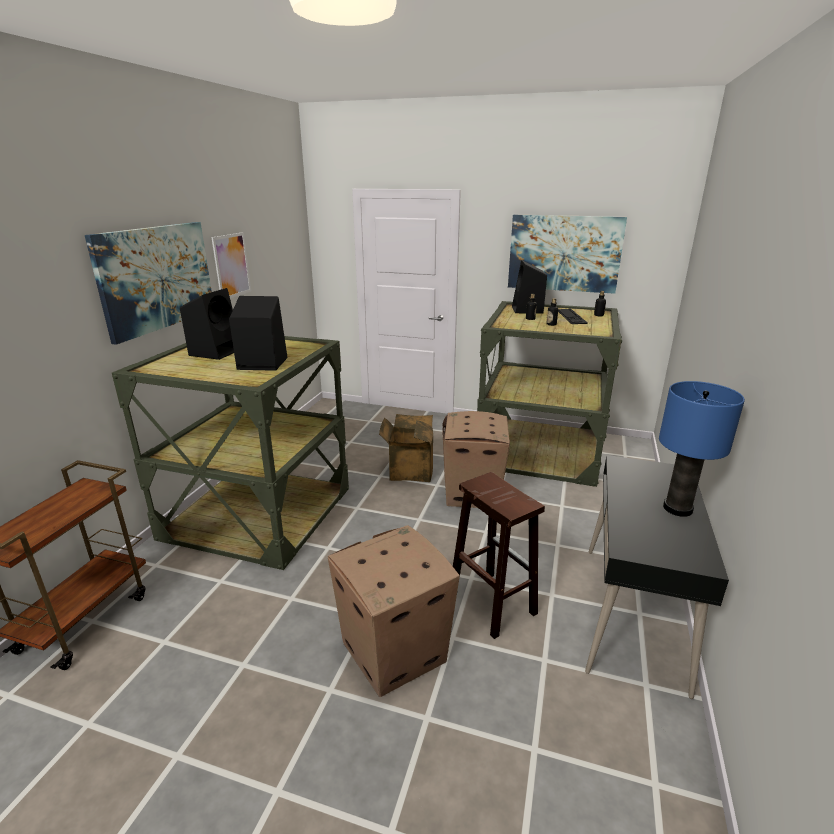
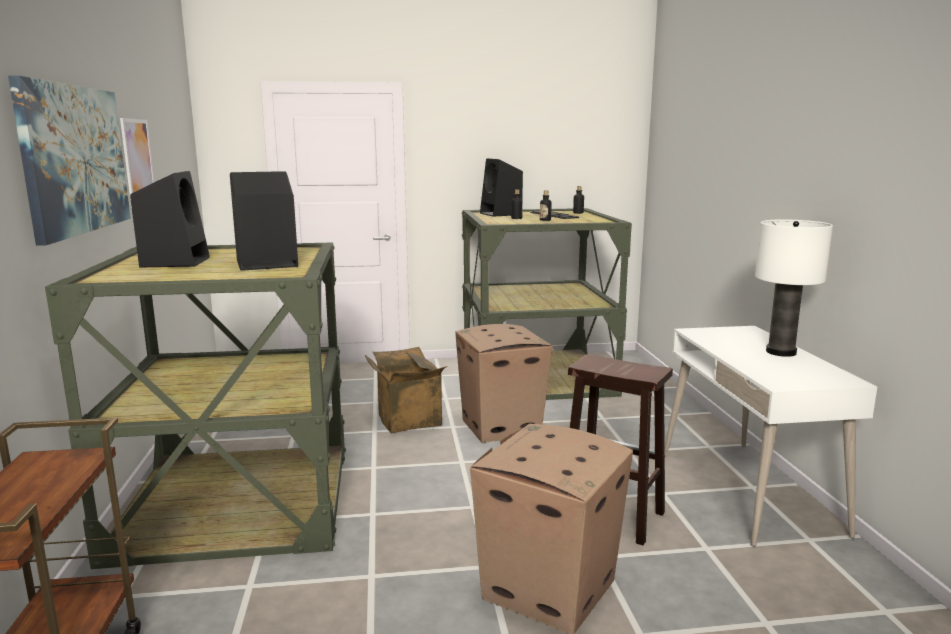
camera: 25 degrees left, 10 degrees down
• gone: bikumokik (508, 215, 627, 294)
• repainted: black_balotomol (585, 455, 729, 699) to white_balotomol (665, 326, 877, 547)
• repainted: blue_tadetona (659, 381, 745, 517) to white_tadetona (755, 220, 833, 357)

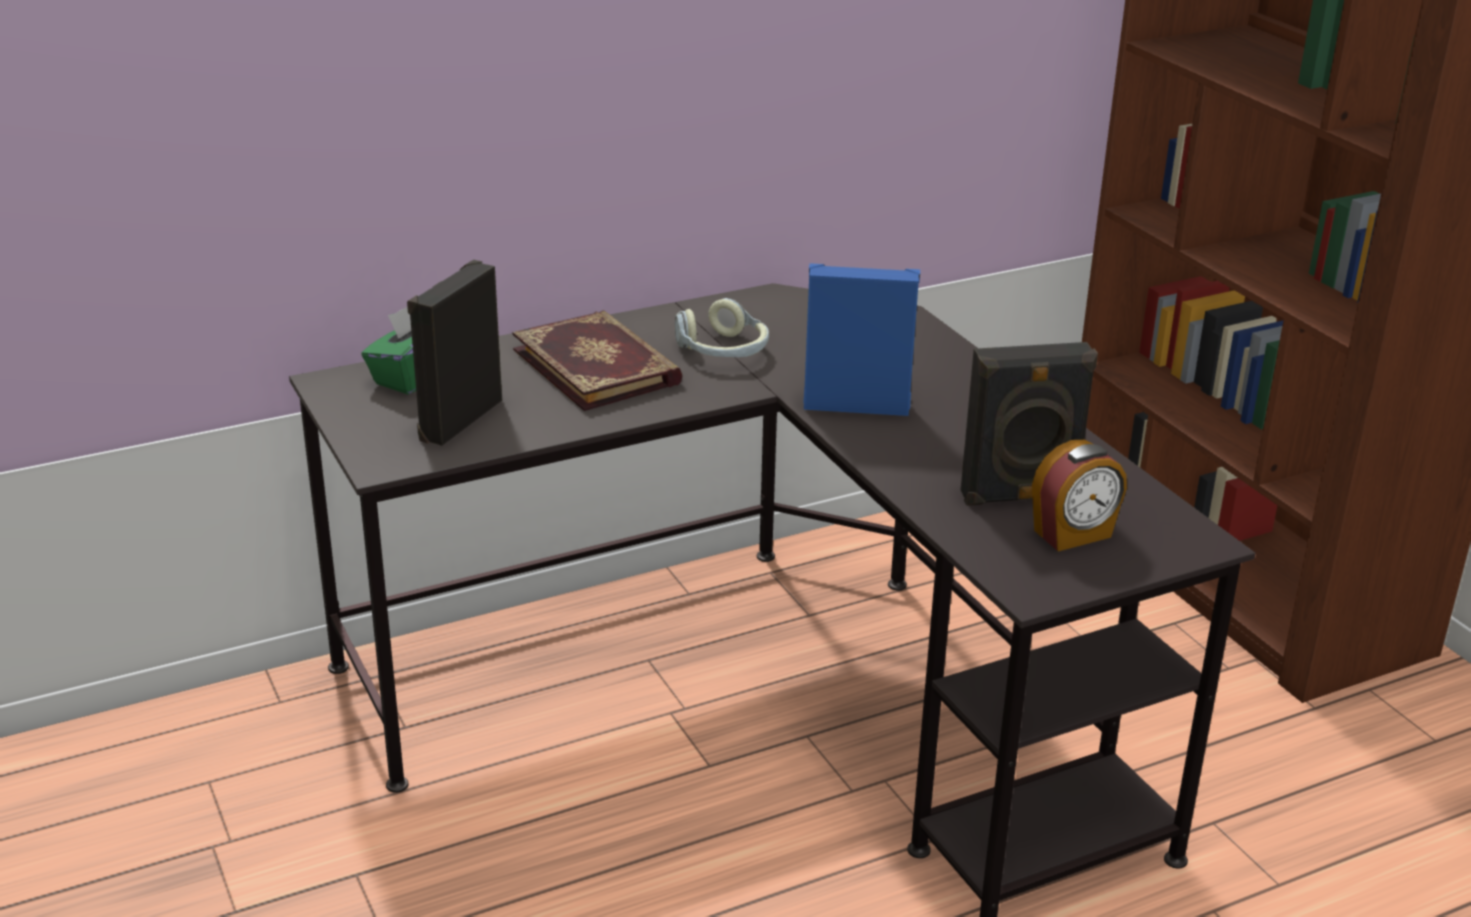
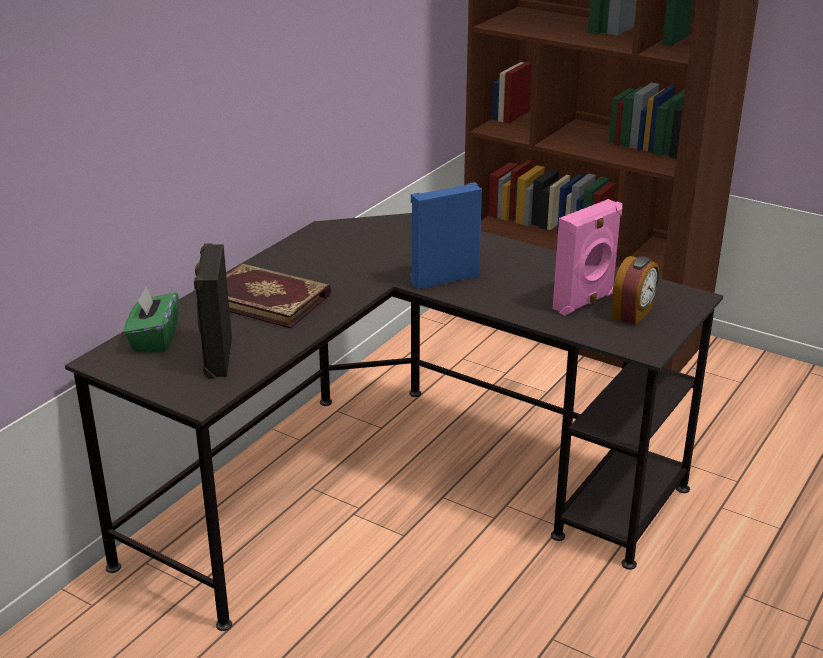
camera: 30 degrees left, 0 degrees up
• gone: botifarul (675, 298, 769, 357)
• repainted: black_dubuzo (960, 342, 1098, 506) to pink_dubuzo (553, 199, 622, 316)

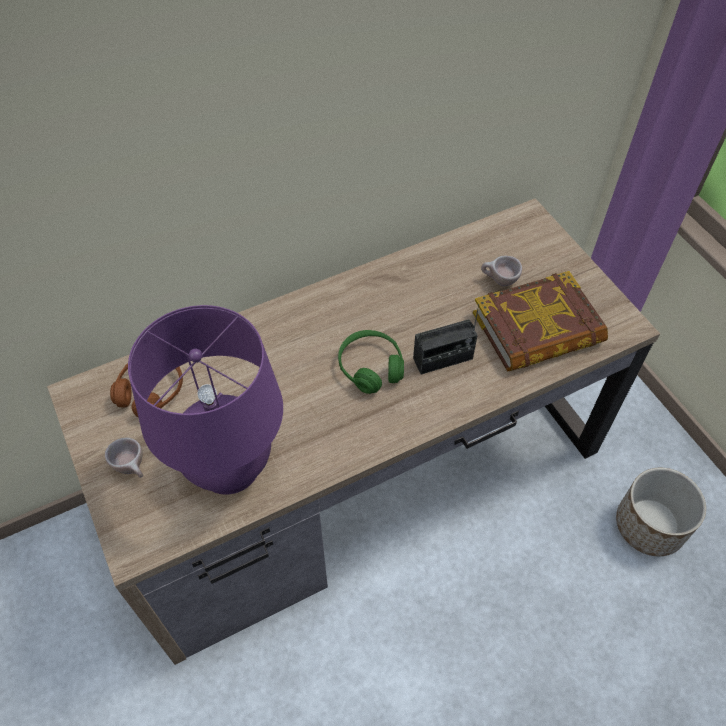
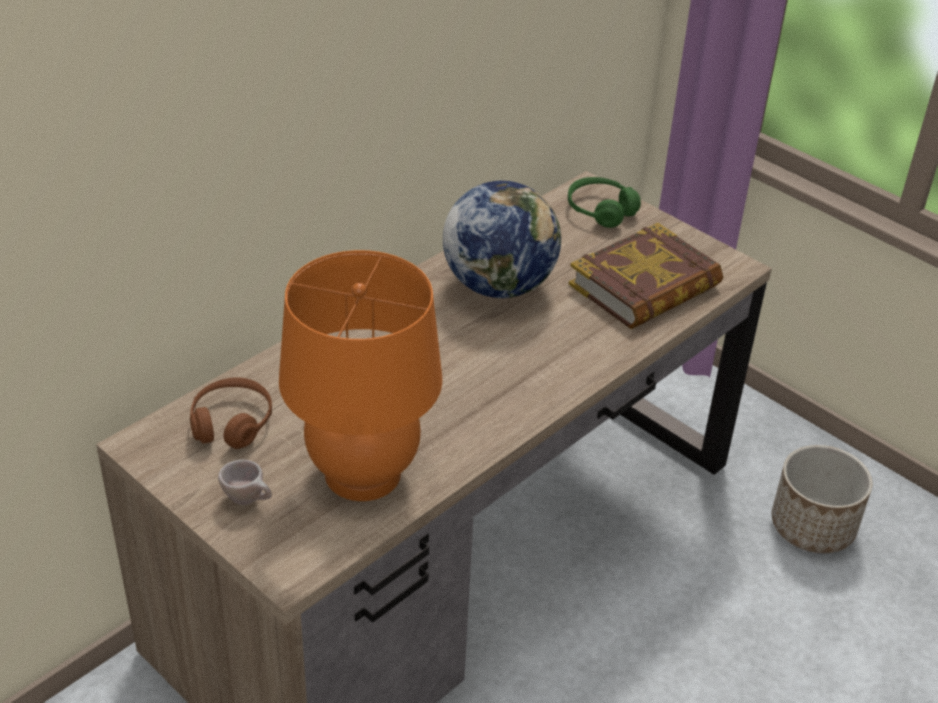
camera: 20 degrees left, 15 degrees down
• repainted: purple_tadetona (128, 305, 283, 495) to orange_tadetona (279, 250, 442, 501)
• shifted: green_botifarul (338, 330, 404, 394) to (568, 177, 641, 228)
• gone: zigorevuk (413, 304, 479, 375)
• gone: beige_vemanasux (481, 256, 522, 286)
• new: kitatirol (443, 181, 561, 298)

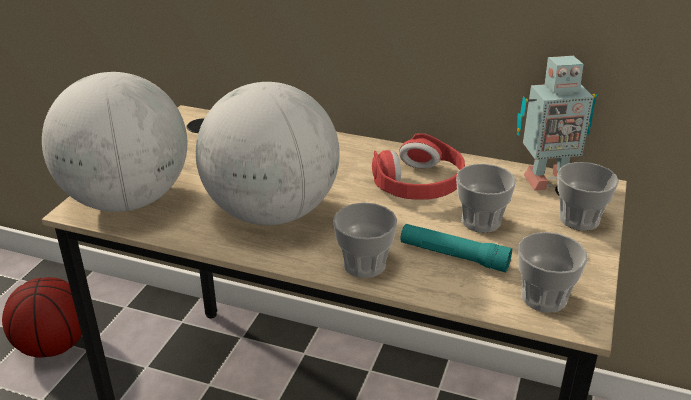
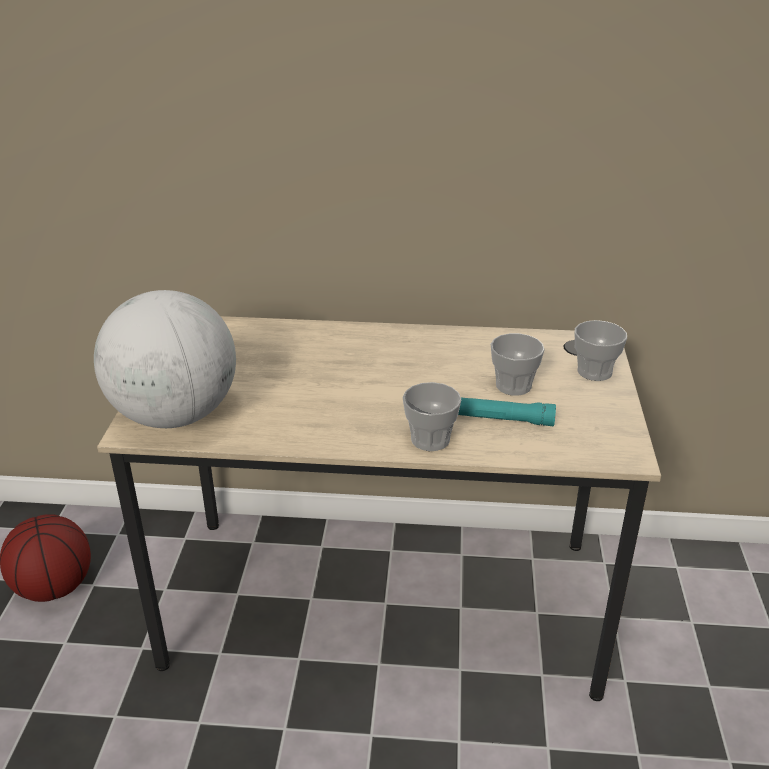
camera: 15 degrees left, 0 degrees up
• gone: kitatirol (196, 82, 340, 225)
• gone: red_botifarul (372, 133, 465, 200)
• gone: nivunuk (517, 56, 597, 191)
• gone: vemanasux (518, 232, 588, 313)

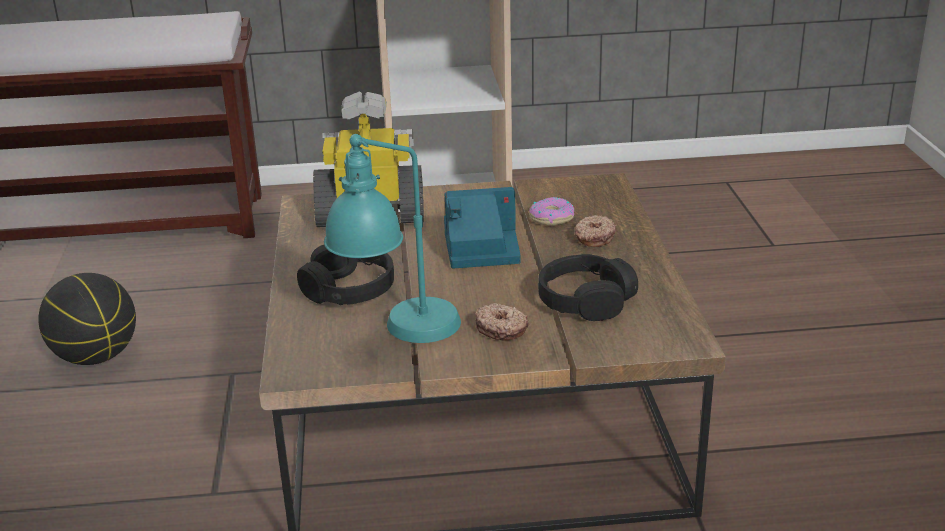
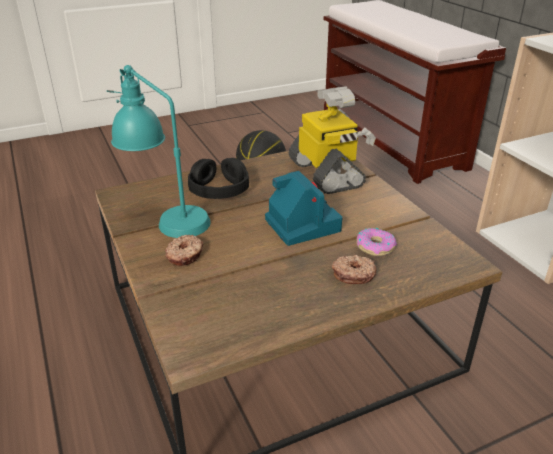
camera: 70 degrees right, 5 degrees up
• gone: black_botifarul (538, 254, 638, 321)

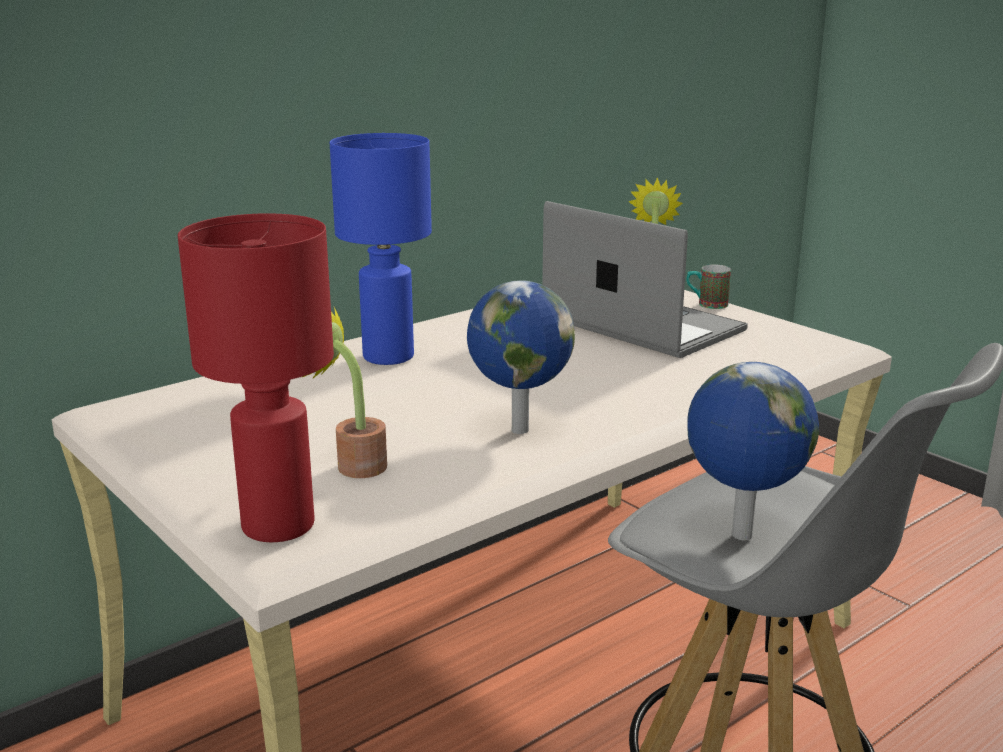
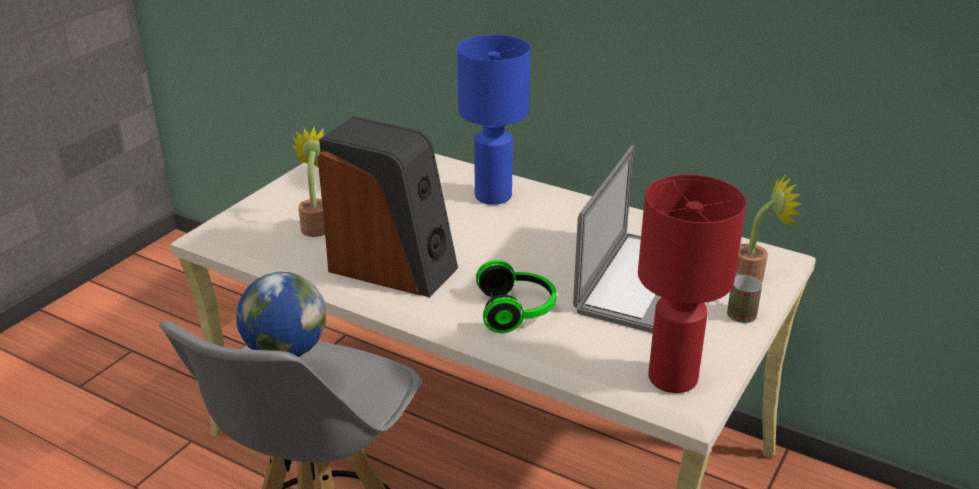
camera: 70 degrees right, 10 degrees up
• shifted: red_tadetona (178, 213, 334, 542) to (638, 174, 746, 393)
• swapped: kitatirol (467, 280, 575, 434) to dubuzo (318, 116, 458, 298)
• new: botifarul (476, 260, 557, 333)

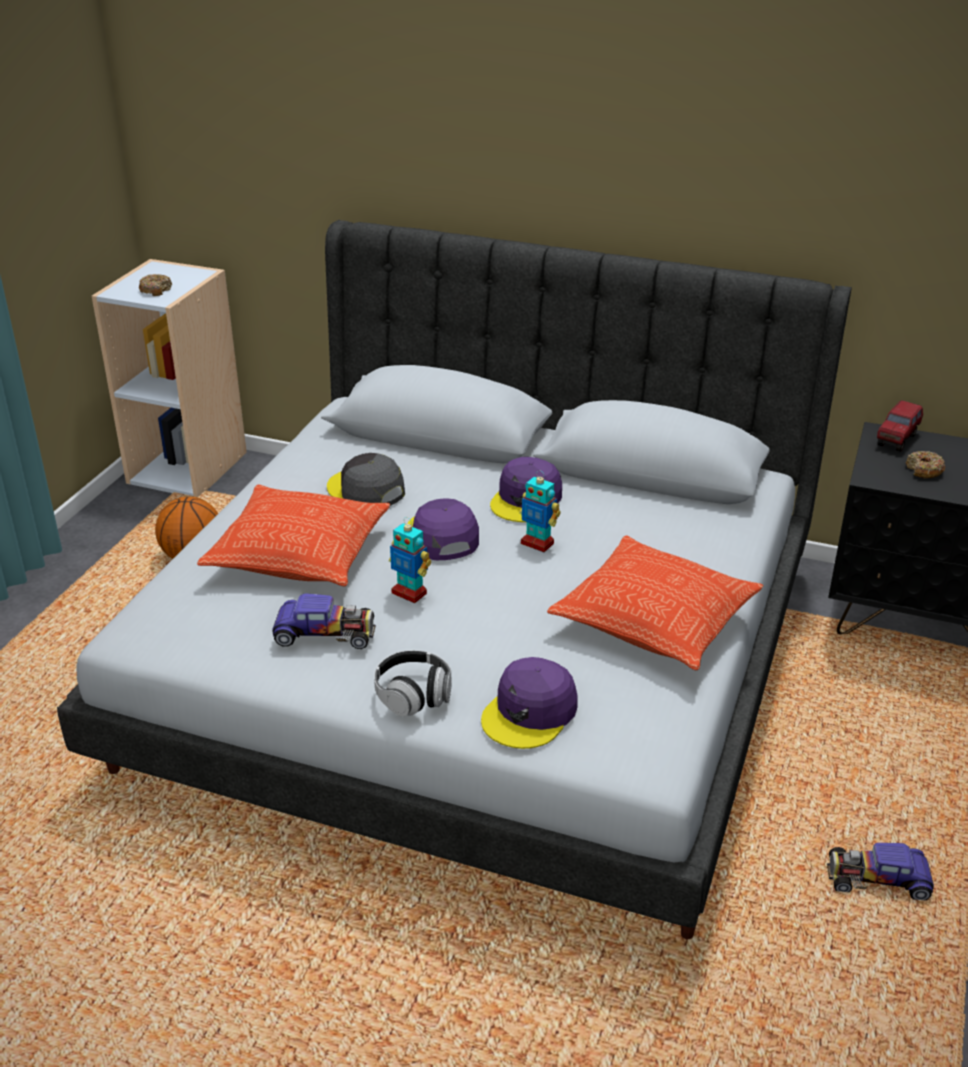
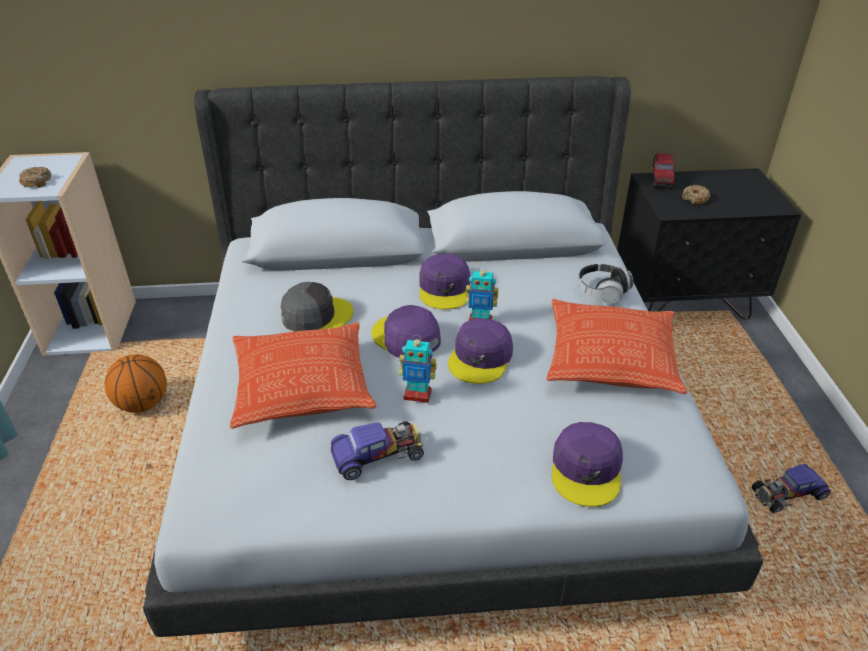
camera: 25 degrees left, 5 degrees up
• rotated: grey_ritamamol (327, 453, 405, 506) = (281, 282, 353, 332) 150 degrees clockwise
• shifted: botifarul (374, 650, 451, 716) to (578, 264, 634, 304)
• new: purple_ritamamol (448, 318, 513, 384)

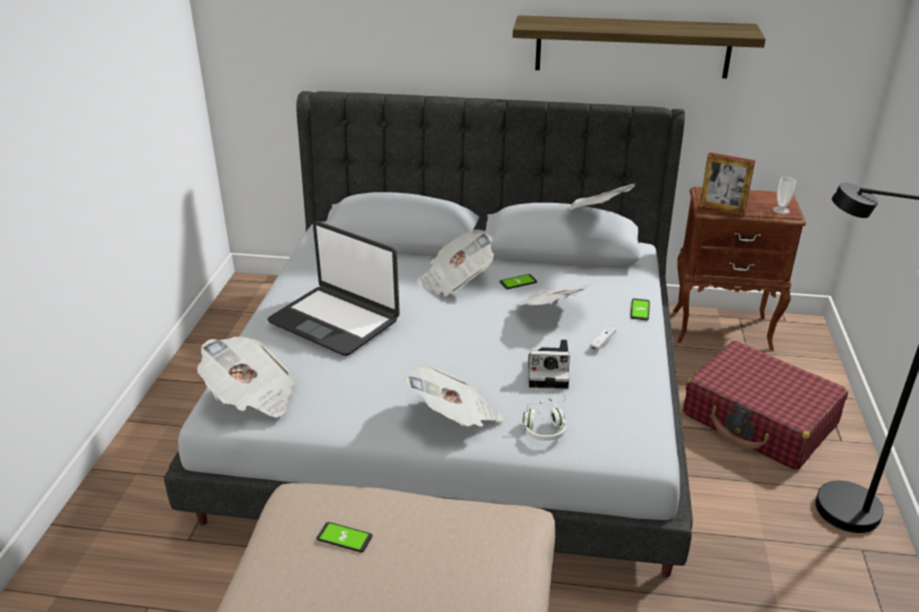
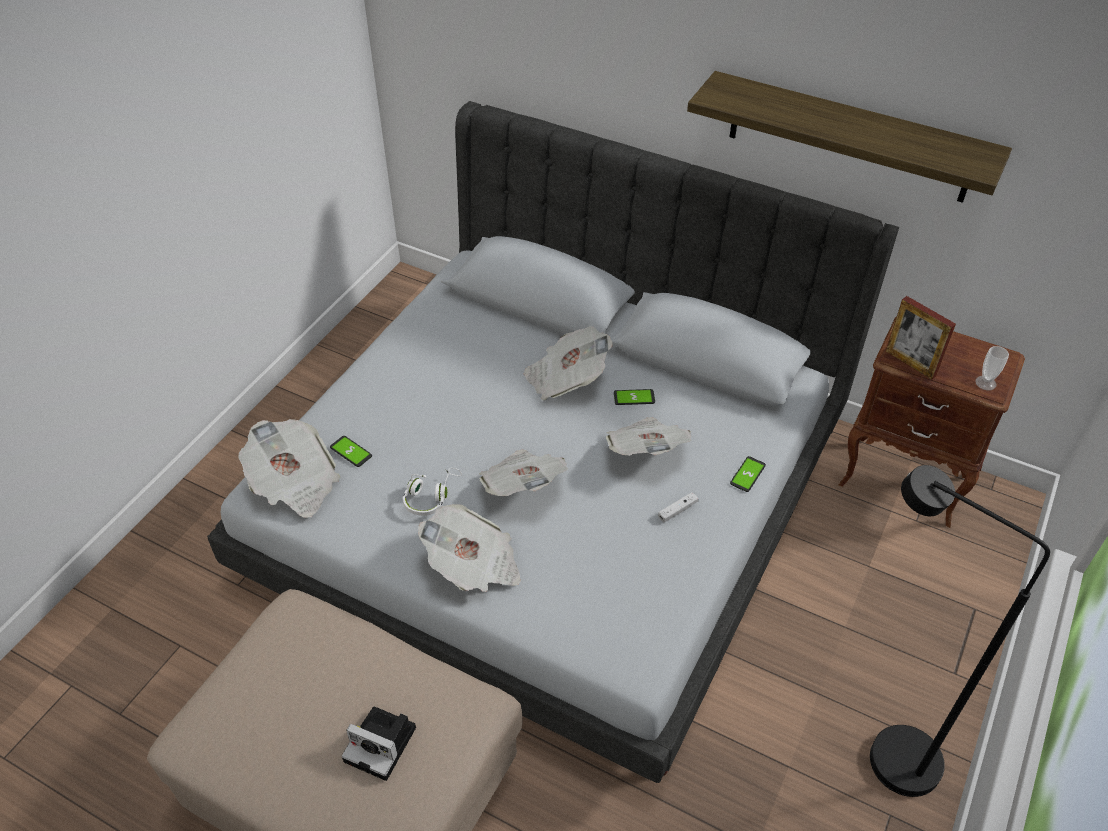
camera: 20 degrees right, 15 degrees up
• gone: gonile (268, 221, 400, 356)
• shifted: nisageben (317, 522, 372, 552) to (330, 436, 372, 467)
• shifted: white_botifarul (523, 393, 567, 441) to (403, 468, 462, 516)
• shifted: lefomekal (528, 340, 570, 389) to (342, 707, 416, 781)
• shifted: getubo (562, 183, 635, 212) to (479, 449, 568, 496)
• gone: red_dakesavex (683, 341, 848, 470)

